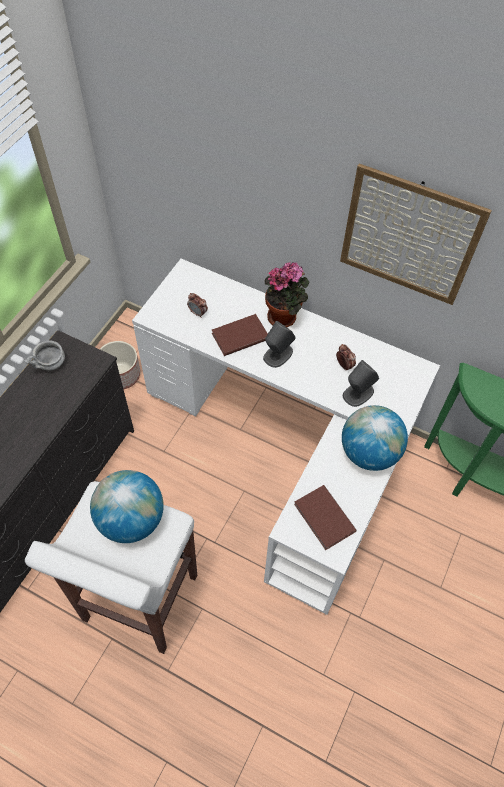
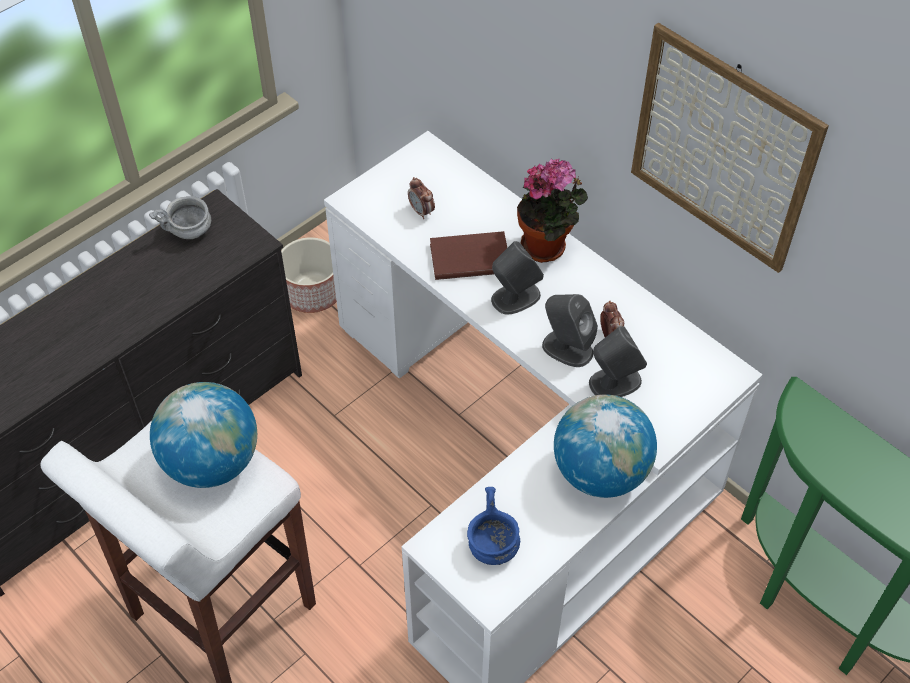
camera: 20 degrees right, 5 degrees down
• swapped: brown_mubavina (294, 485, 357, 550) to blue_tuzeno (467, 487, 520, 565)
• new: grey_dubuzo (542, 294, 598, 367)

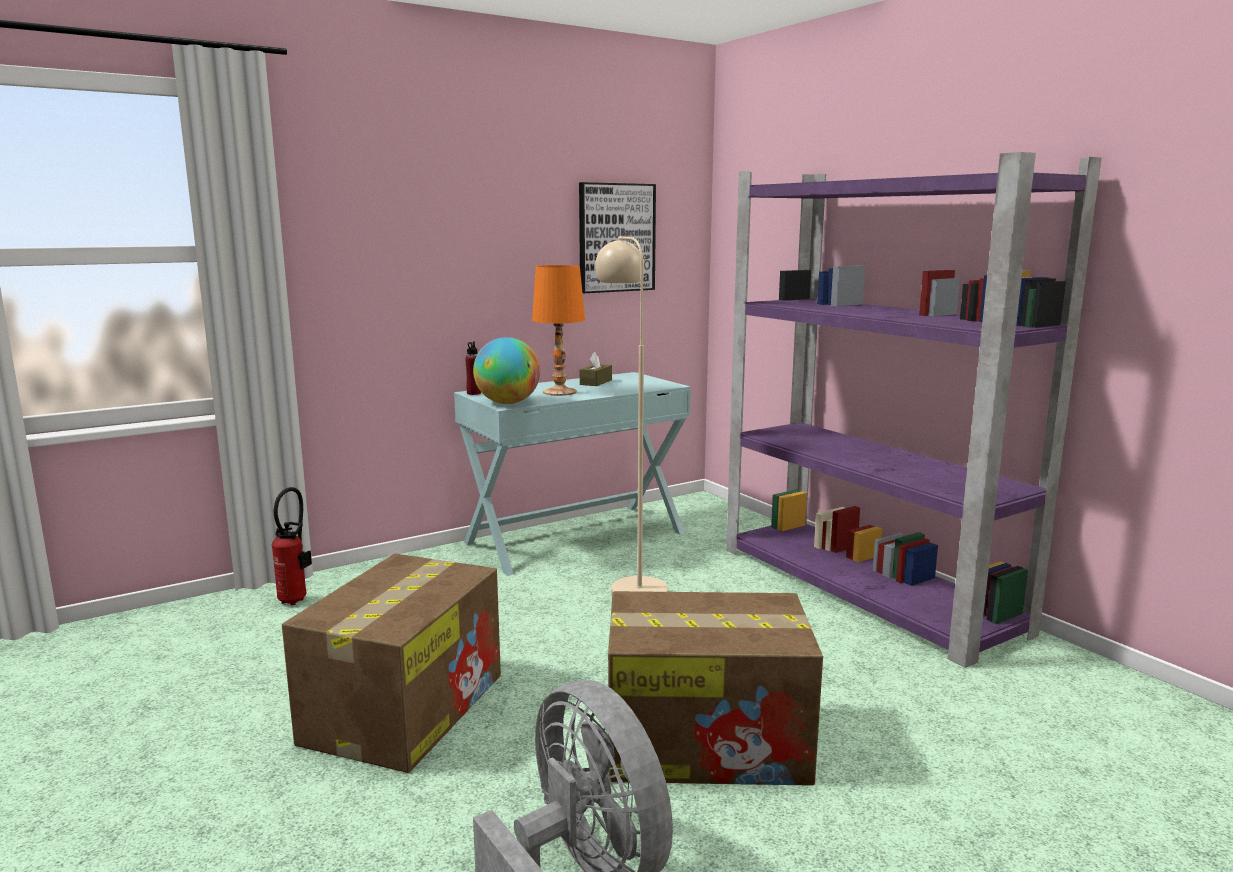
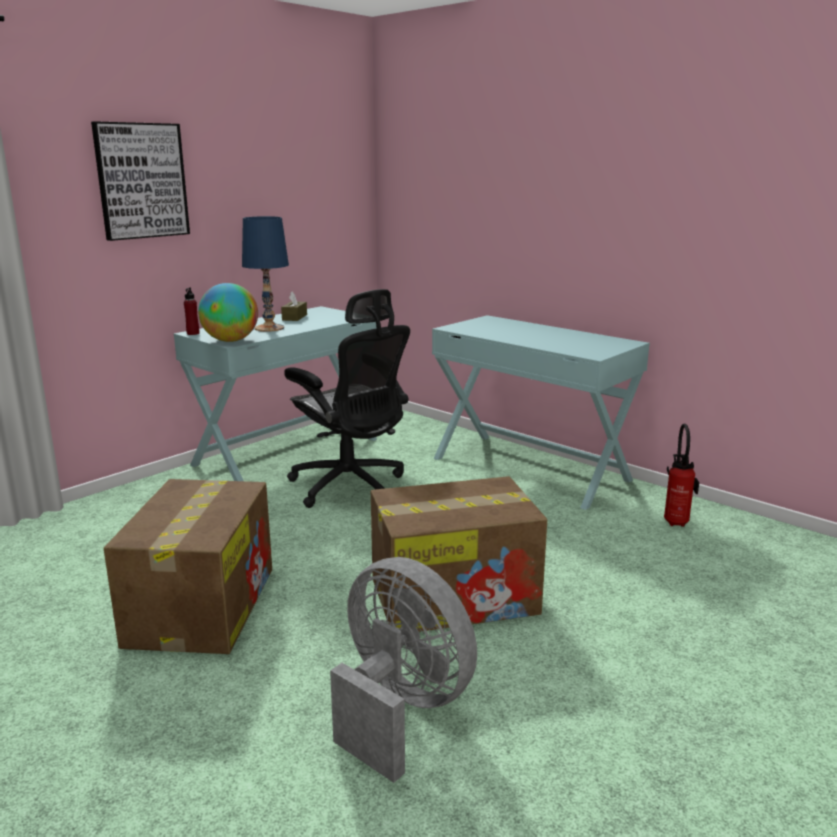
camera: 15 degrees left, 5 degrees up
• shifted: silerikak (272, 487, 312, 605) to (664, 424, 699, 527)
• repainted: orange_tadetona (532, 265, 585, 396) to blue_tadetona (242, 216, 289, 332)
• shifted: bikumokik (579, 182, 656, 293) to (91, 121, 190, 241)
• swapped: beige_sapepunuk (595, 236, 668, 595) to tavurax (285, 289, 410, 508)
• swapped: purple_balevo (726, 152, 1101, 668) to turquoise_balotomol (432, 315, 650, 510)

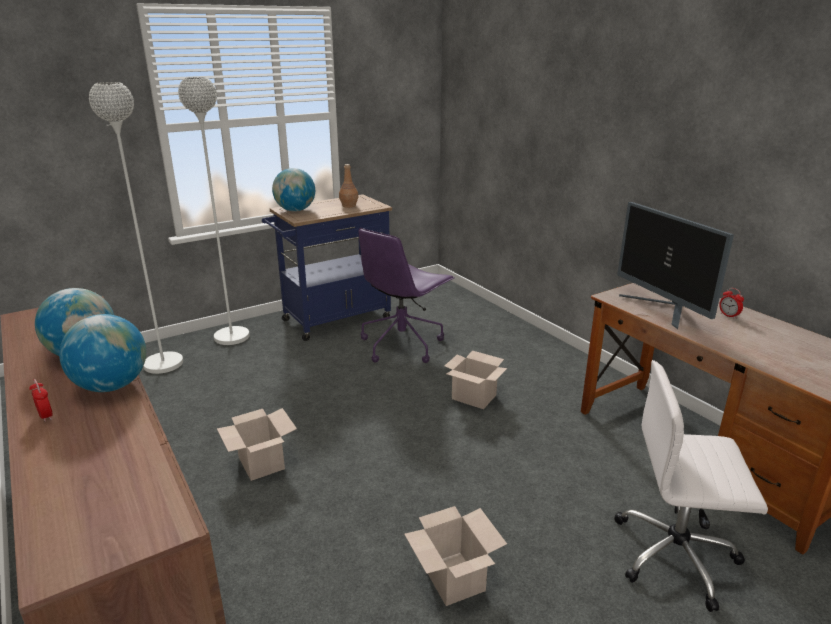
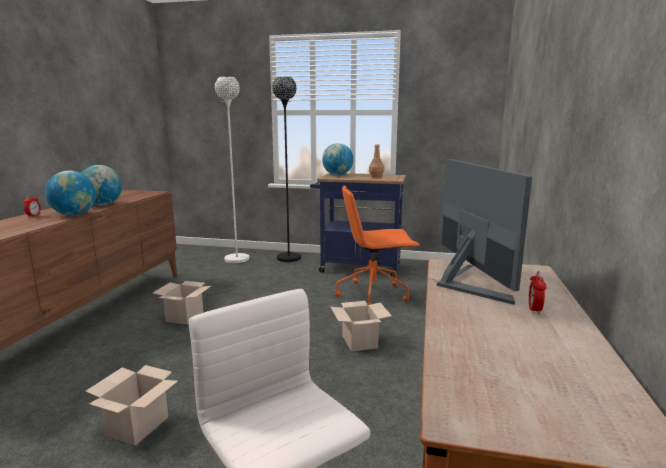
camera: 45 degrees right, 10 degrees down
• repainted: white_sapepunuk (178, 77, 250, 345) to black_sapepunuk (272, 77, 301, 262)
• repainted: purple_tavurax (359, 228, 455, 363) to orange_tavurax (335, 185, 419, 305)
• rotated: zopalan (617, 202, 734, 330) = (437, 159, 532, 305) 150 degrees clockwise

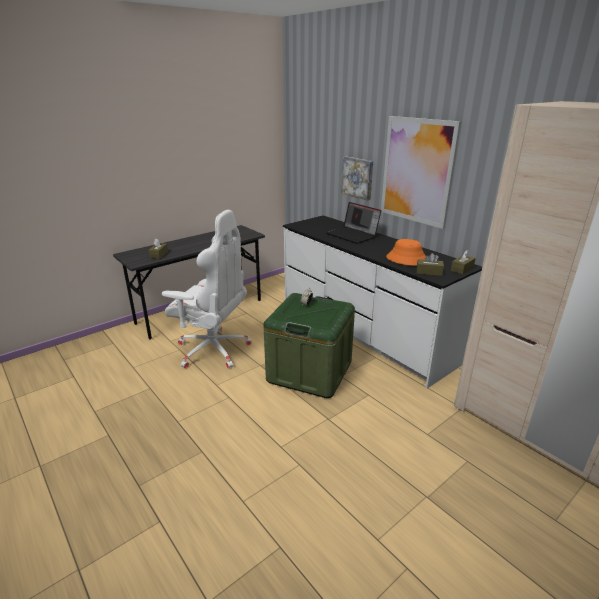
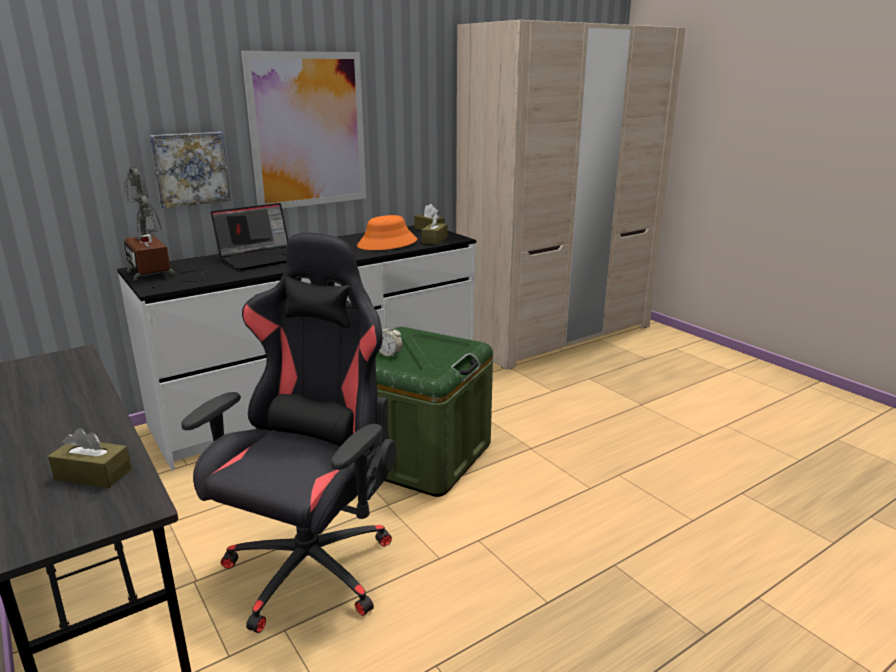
camera: 85 degrees left, 5 degrees down
• repainted: white_tavurax (162, 209, 252, 369) to black_tavurax (181, 232, 397, 633)
• new: tadetona (124, 166, 207, 288)

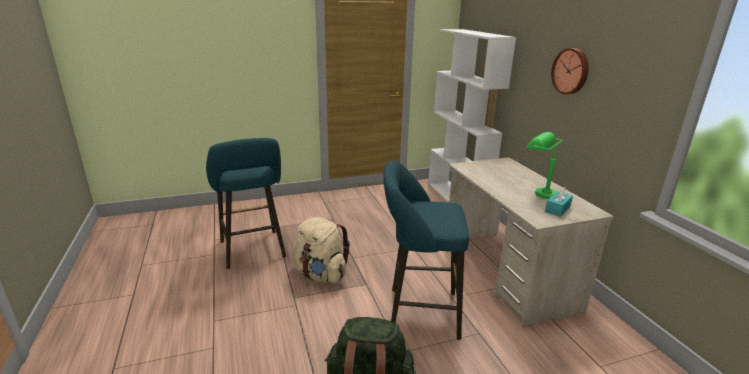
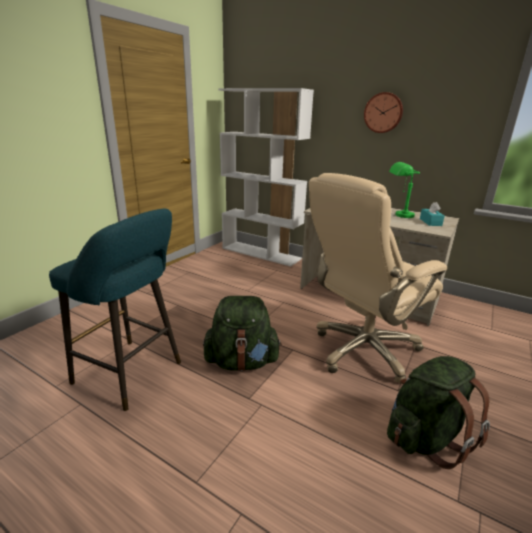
camera: 40 degrees left, 0 degrees up
• repainted: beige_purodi (292, 217, 350, 283) to green_purodi (203, 296, 282, 371)
• swapped: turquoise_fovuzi (383, 160, 469, 340) to beige_tavurax (309, 173, 447, 384)

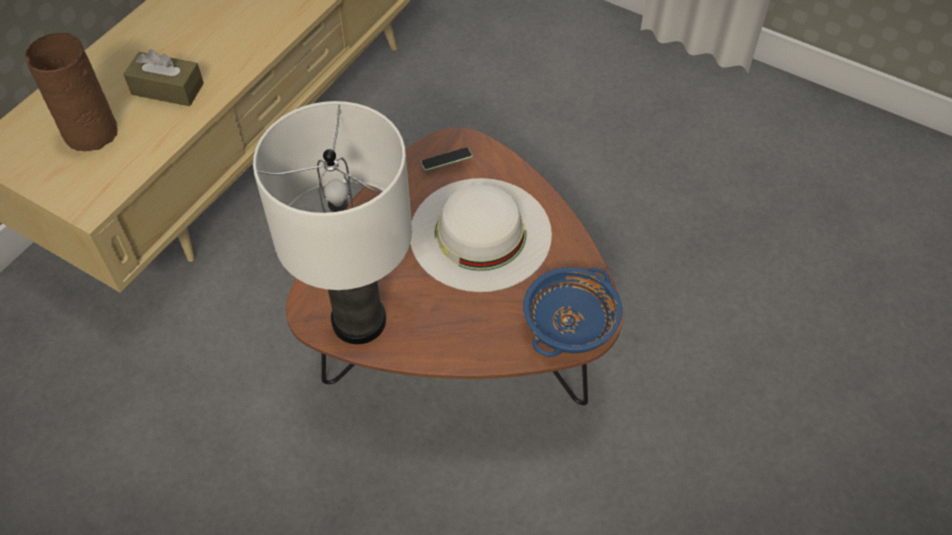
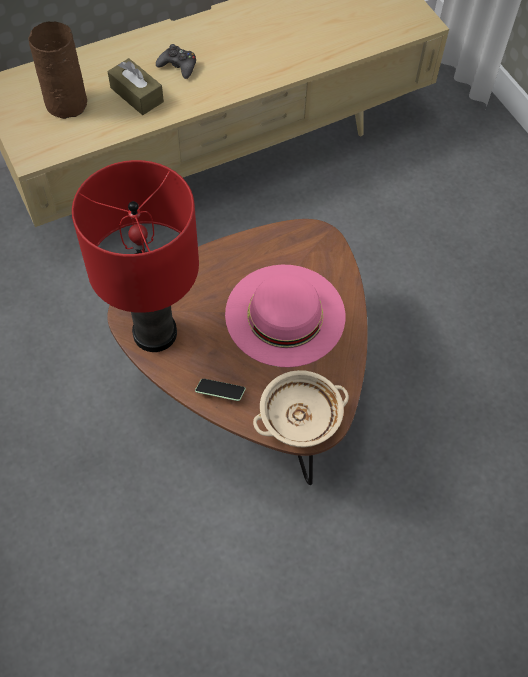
camera: 30 degrees right, 5 degrees up
• repainted: white_tadetona (253, 101, 412, 344) to red_tadetona (72, 160, 199, 352)
• repainted: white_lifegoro (410, 178, 552, 292) to pink_lifegoro (225, 265, 345, 368)
• shifted: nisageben (421, 147, 473, 171) to (195, 378, 246, 401)
• repainted: blue_tuzeno (523, 267, 622, 357) to beige_tuzeno (253, 370, 349, 447)
• new: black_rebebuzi (156, 44, 196, 79)

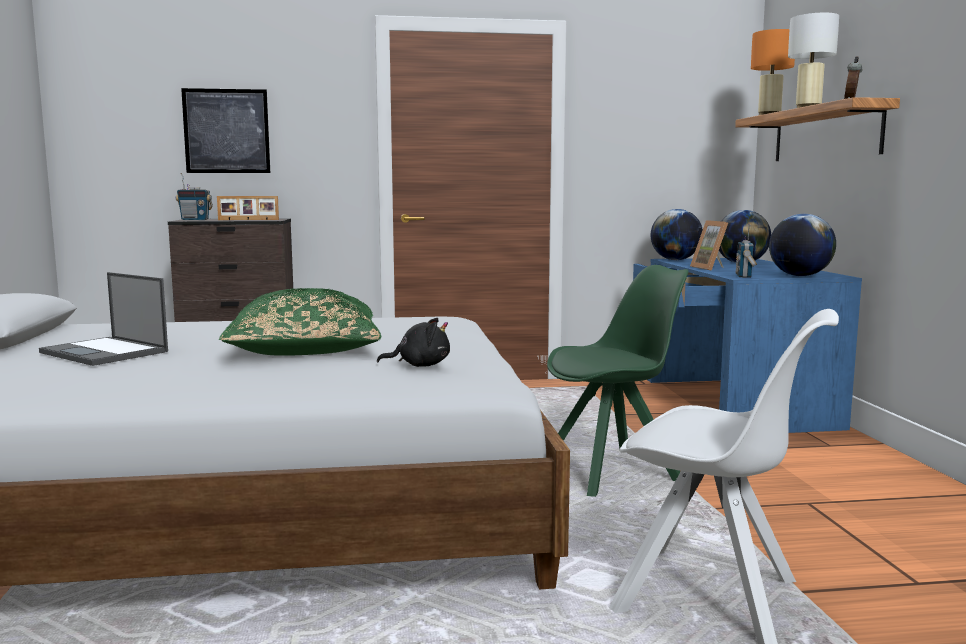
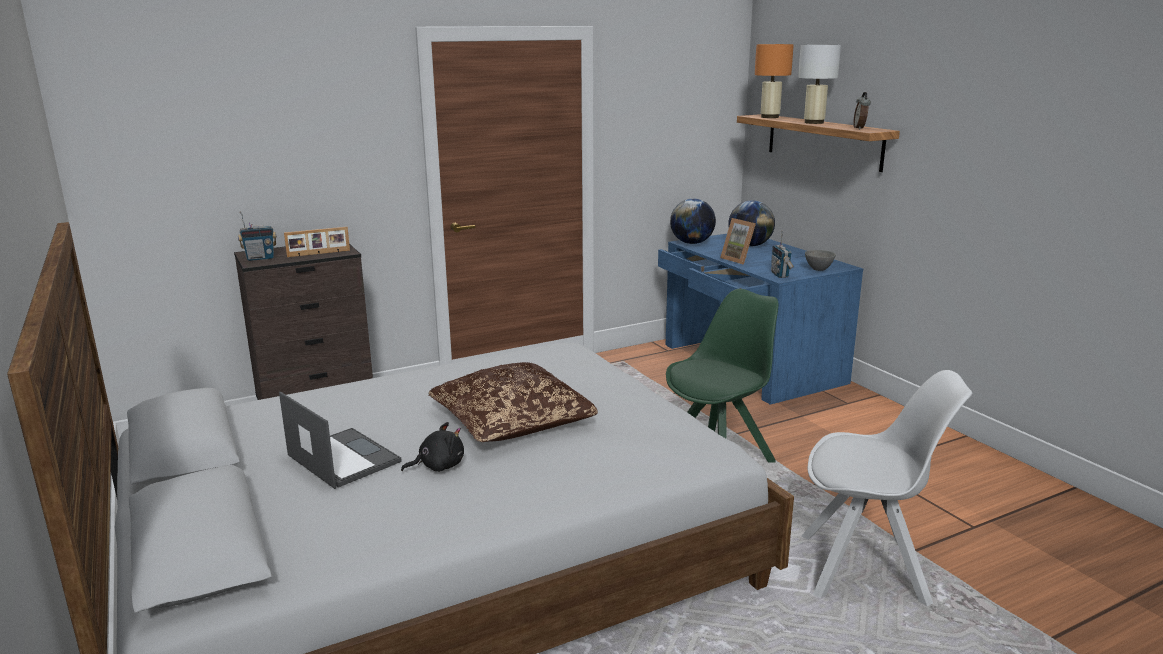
camera: 20 degrees left, 10 degrees up
• rotated: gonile (39, 272, 168, 366) = (279, 392, 402, 489) 150 degrees counterclockwise
• gone: bikumokik (181, 88, 270, 173)
• repainted: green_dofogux (219, 288, 382, 356) to brown_dofogux (428, 362, 598, 442)
• shifted: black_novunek (377, 318, 450, 367) to (401, 422, 464, 472)
• swapped: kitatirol (769, 214, 836, 276) to grey_tuzeno (805, 250, 836, 271)

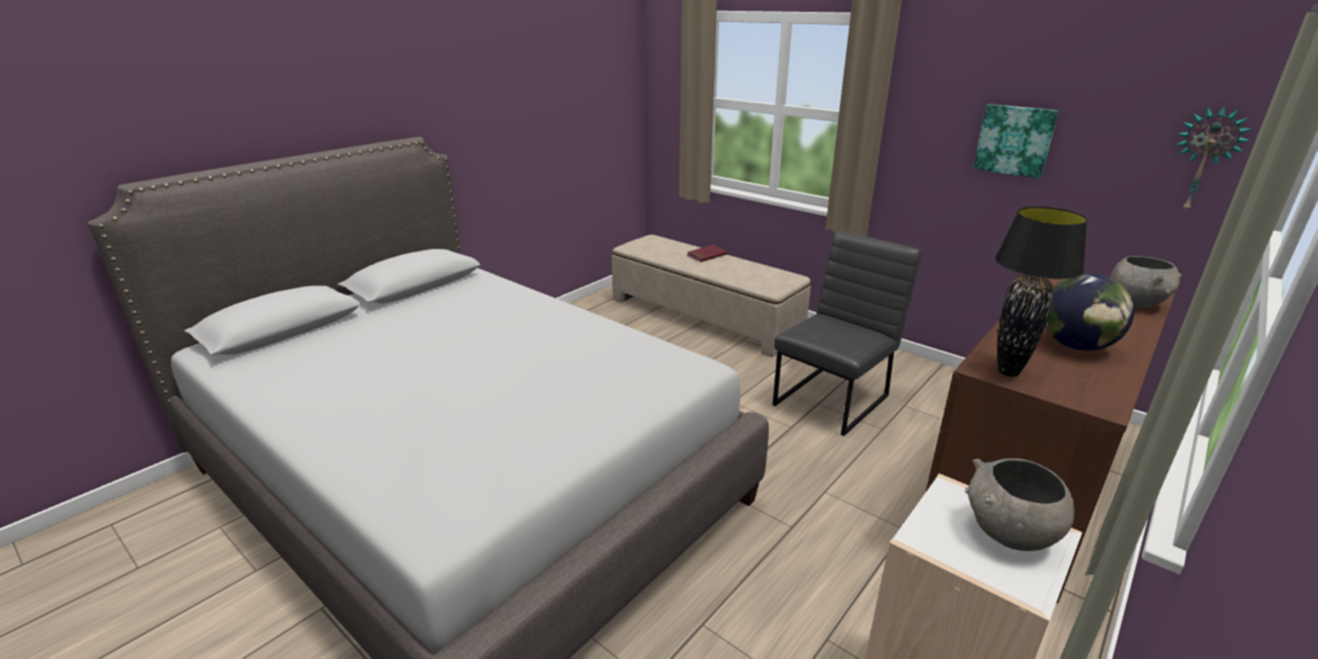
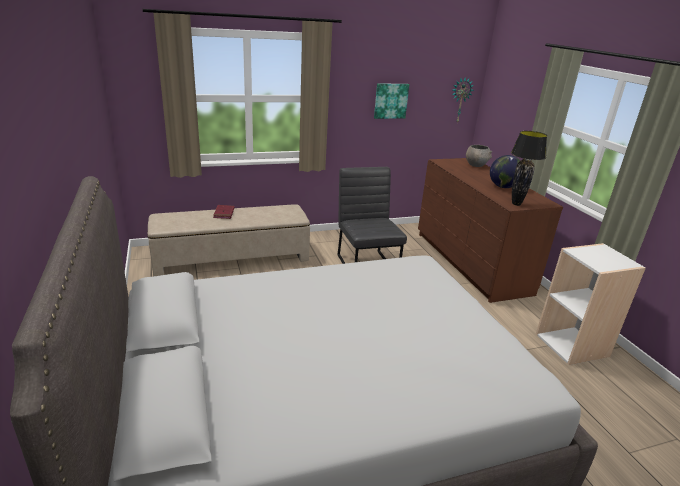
camera: 60 degrees left, 0 degrees up
• gone: grey_tuzeno (965, 458, 1075, 551)

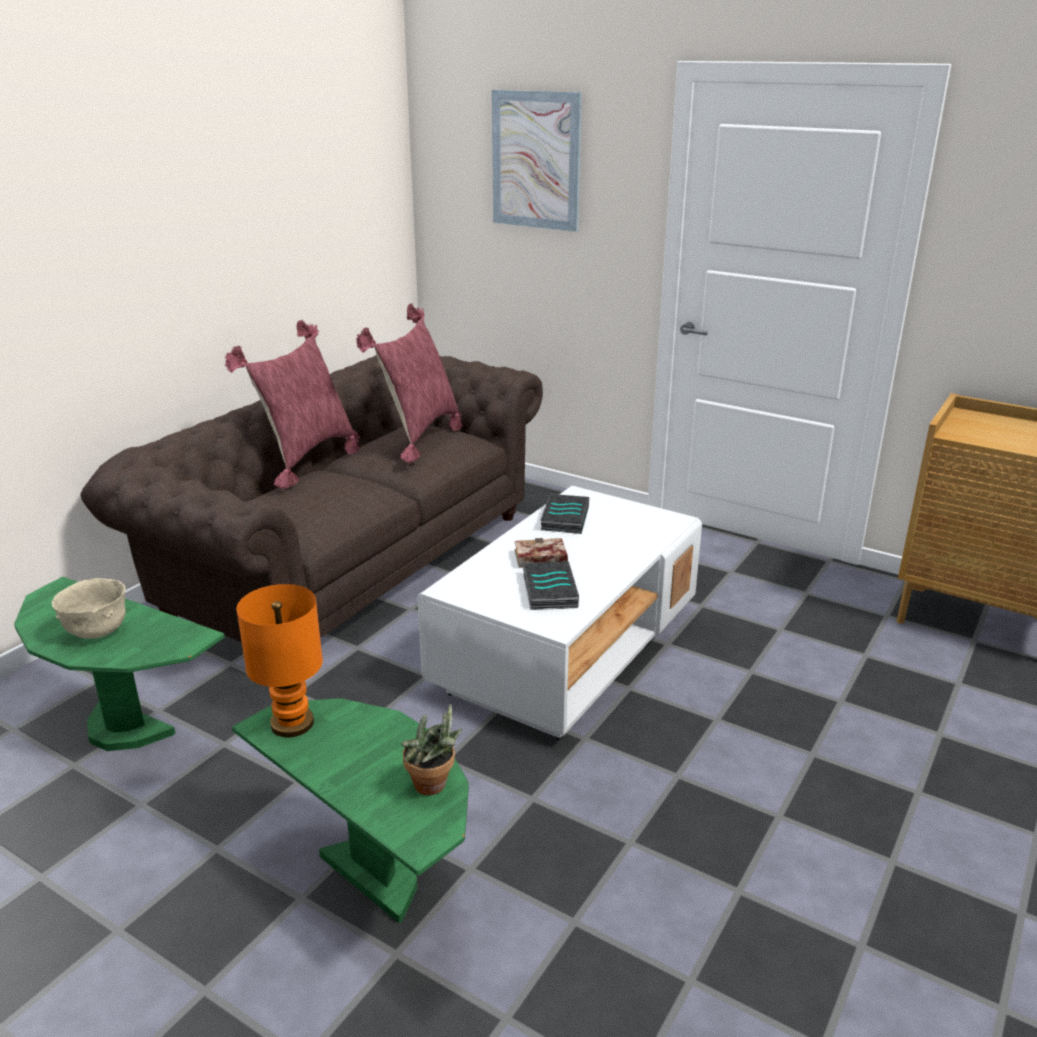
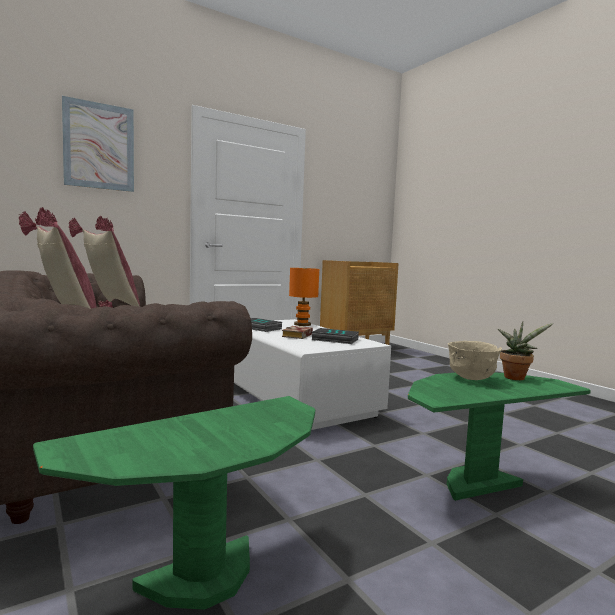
camera: 65 degrees left, 20 degrees down
• shifted: beige_tuzeno (52, 578, 126, 639) to (448, 341, 502, 380)
• shifted: orange_tadetona (236, 584, 323, 737) to (289, 268, 319, 326)

